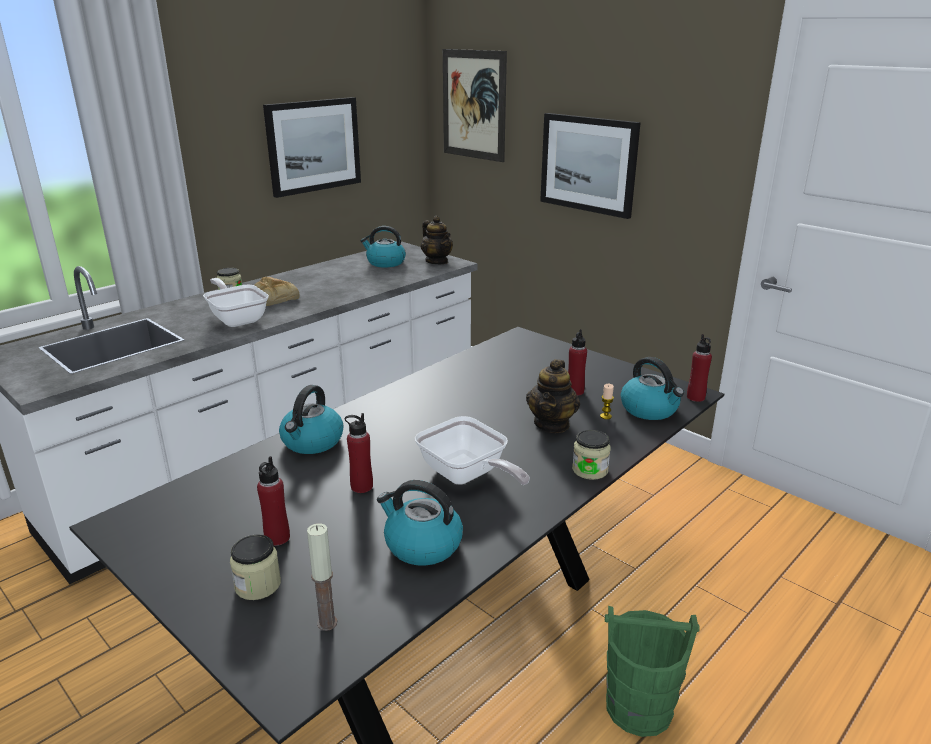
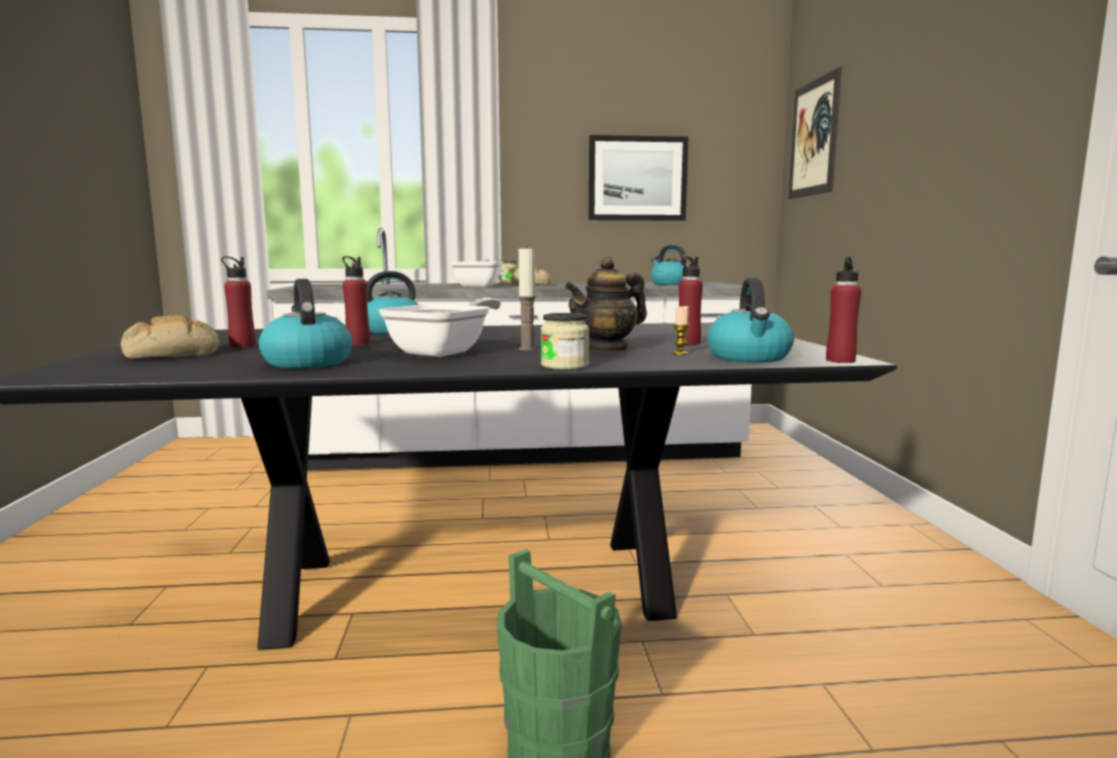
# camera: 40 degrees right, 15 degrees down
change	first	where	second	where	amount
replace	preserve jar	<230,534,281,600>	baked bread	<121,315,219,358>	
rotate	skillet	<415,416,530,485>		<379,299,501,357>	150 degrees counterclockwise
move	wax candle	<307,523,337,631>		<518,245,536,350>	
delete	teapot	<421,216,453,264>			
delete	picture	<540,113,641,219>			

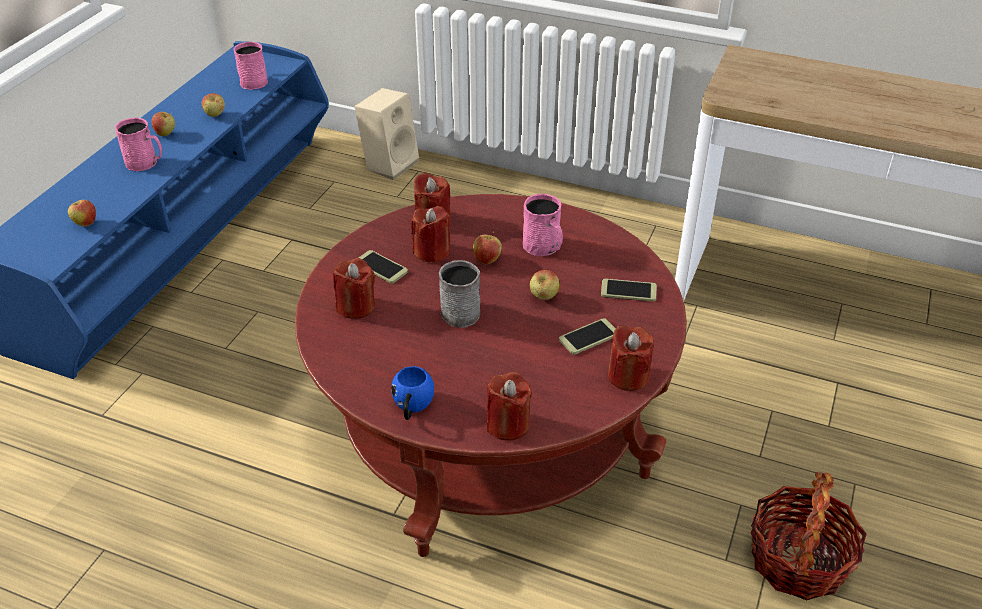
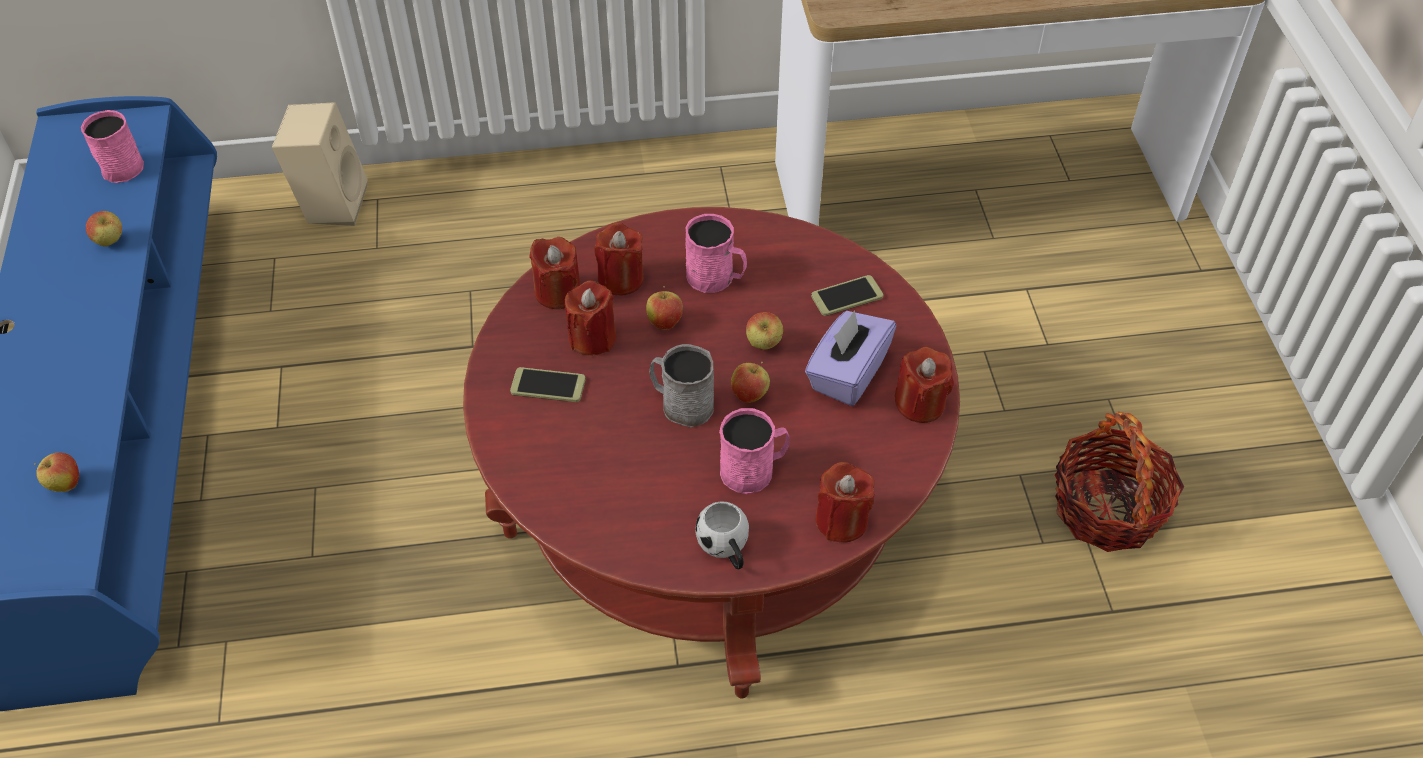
# camera: 30 degrees left, 10 degrees up
change	first	where	second	where	amount
move	reddish wax candle	<333,258,375,319>		<594,223,643,296>	
recolor	blue coffee mug	<391,366,434,420>	white coffee mug	<695,501,749,569>	
move	pink coffee mug	<115,118,162,171>		<719,408,790,494>	
move	whole apple	<152,112,175,136>		<731,362,770,403>	
replace	telephone	<559,318,616,355>	purple-coloured box of tissues	<805,310,896,406>	

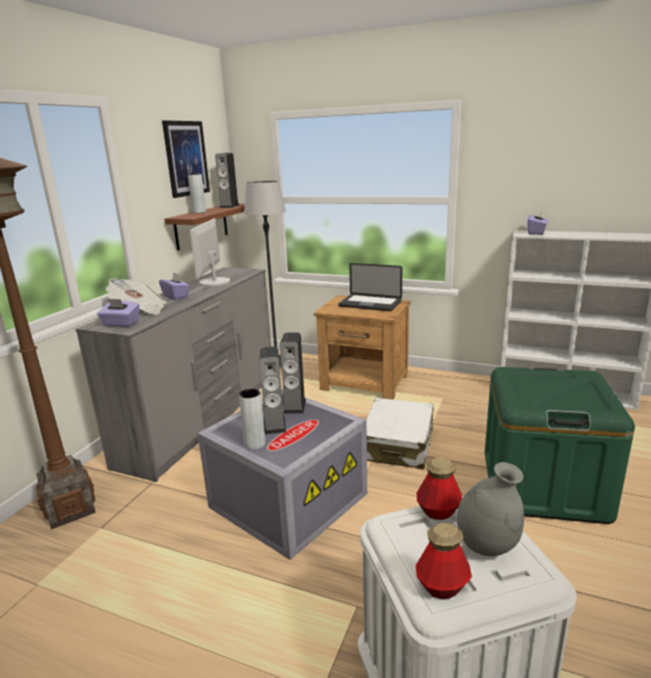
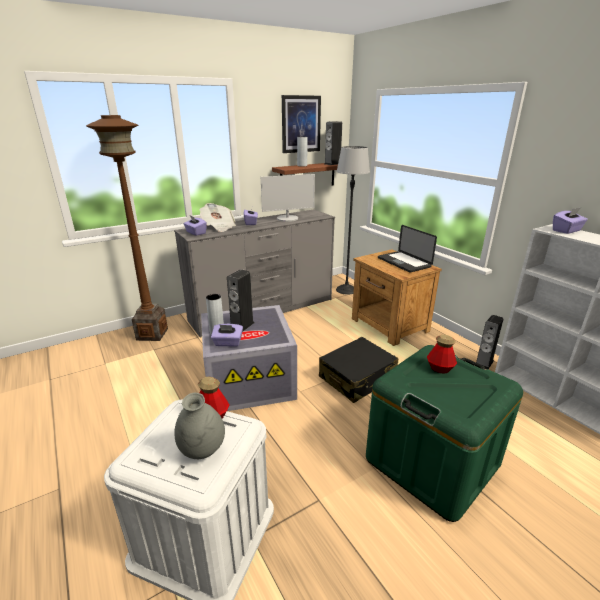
# camera: 35 degrees right, 5 degrees up
change	first	where	second	where	amount
insert			purple-coloured box of tissues	<211,324,243,347>	
rotate	computer screen	<190,218,230,286>		<261,174,315,222>	150 degrees counterclockwise
recolor	white travel case	<367,398,434,469>	blackish travel case	<319,337,399,403>	
move	bottle	<416,523,472,599>		<427,335,457,374>	
move	audio speaker	<280,332,306,414>		<476,315,504,369>	

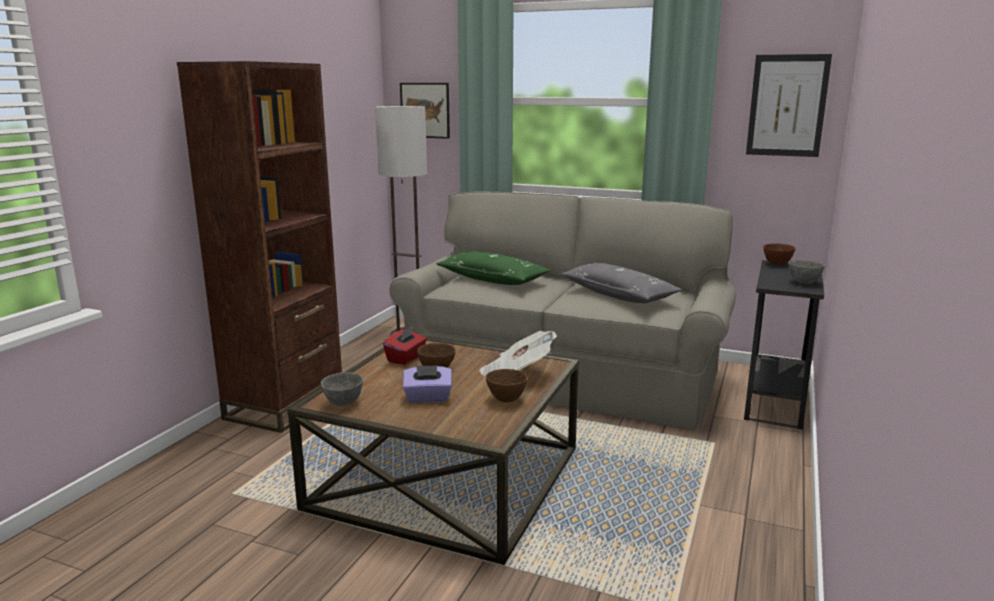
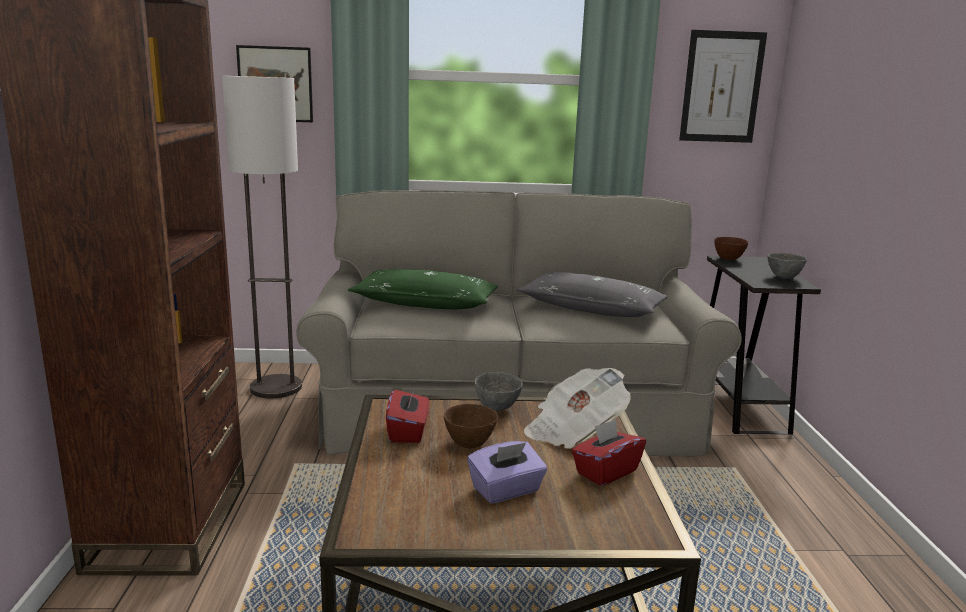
# camera: 25 degrees left, 0 degrees up
change	first	where	second	where	amount
move	gray bowl	<321,372,363,406>		<475,372,523,411>	
replace	brown bowl	<486,369,527,403>	reddish box of tissues	<572,419,646,486>	

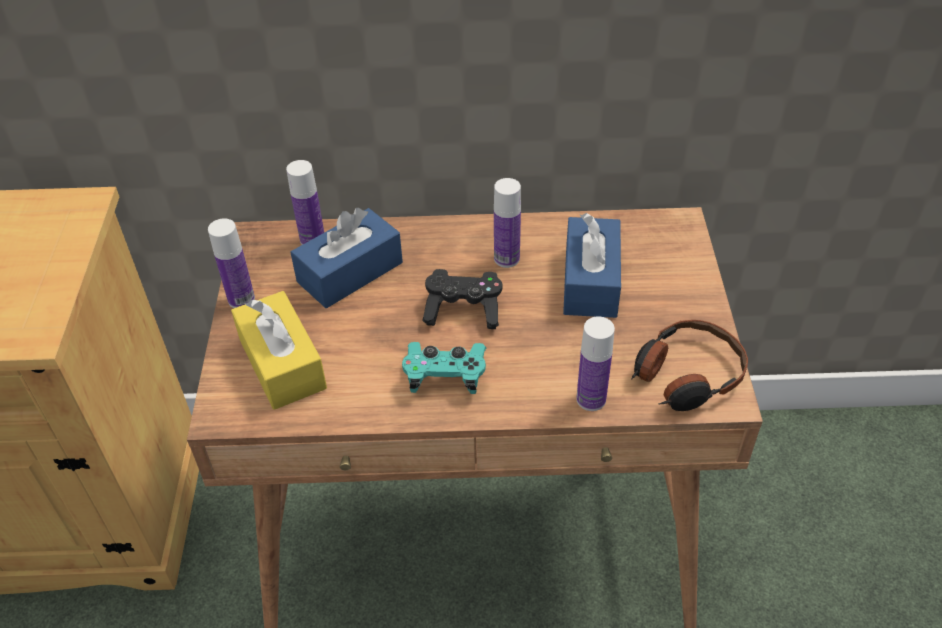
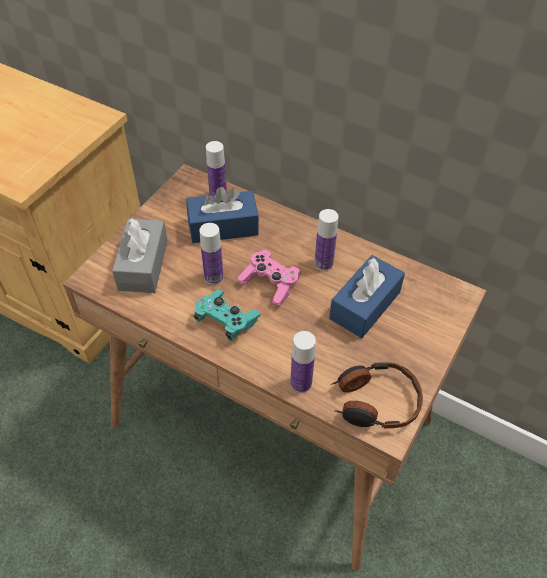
# camera: 30 degrees right, 5 degrees up
change	first	where	second	where	amount
recolor	yellowish box of tissues	<231,291,327,410>	gray box of tissues	<112,218,167,293>	
move	bottle	<208,218,255,308>		<199,223,224,285>	
recolor	blackish game controller	<422,269,502,329>	pink game controller	<237,250,301,307>	

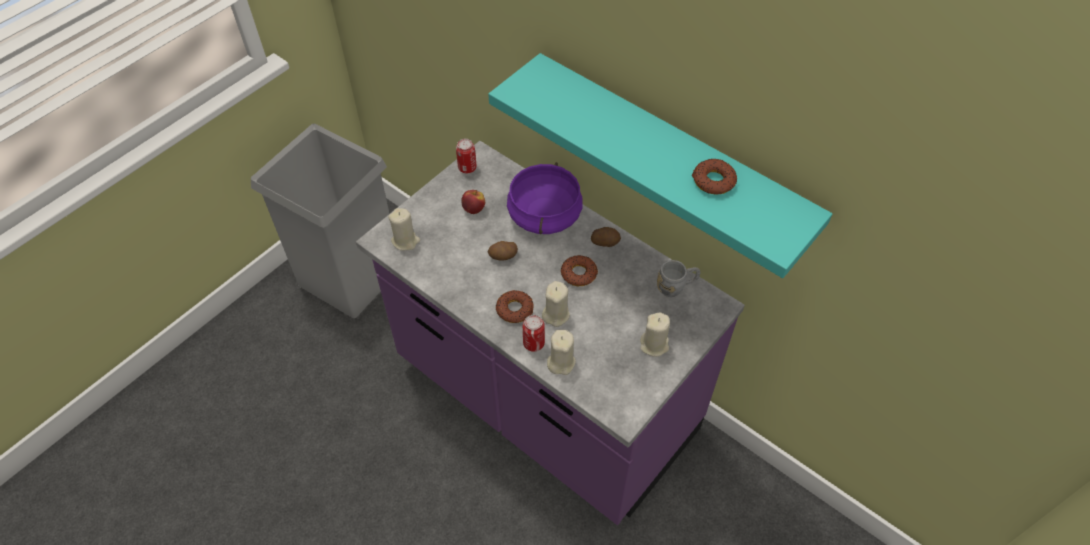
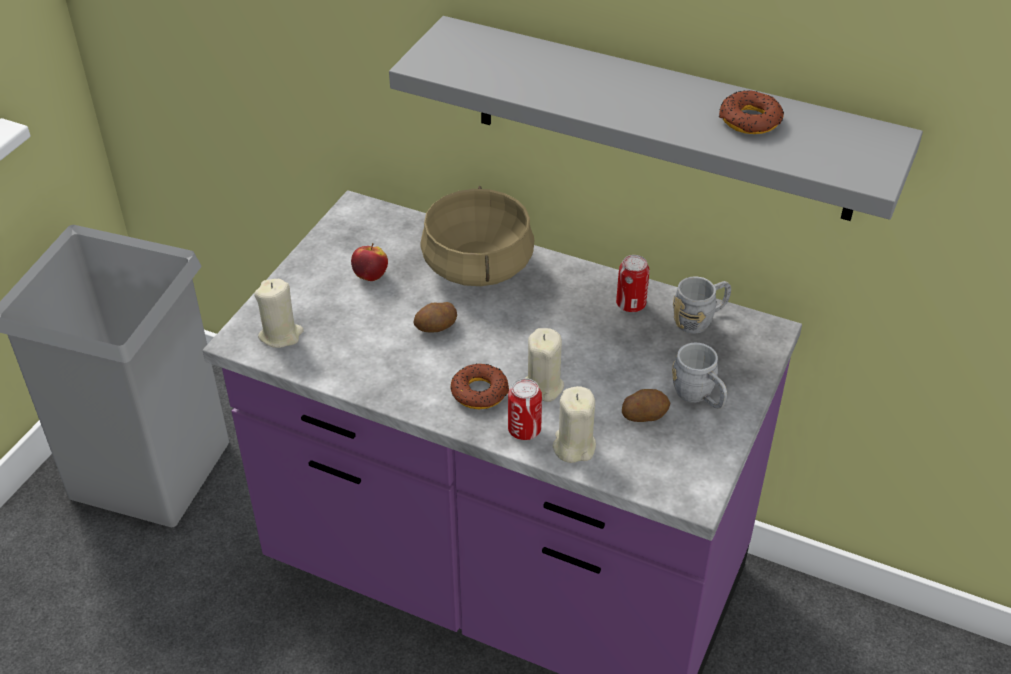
# camera: 15 degrees left, 10 degrees down
change	first	where	second	where	amount
recolor	turquoise-coloured shelf	<488,53,832,278>	gray shelf	<389,16,923,221>	
recolor	purple-coloured saucepot	<507,162,583,234>	beige saucepot	<420,186,534,286>	
move	metal can	<456,139,477,173>		<616,255,650,312>	
move	potato	<591,227,621,247>		<622,389,671,422>	
replace	beige wax candle	<640,313,670,357>	gray coffee mug	<672,343,727,409>	
delete	donut	<561,255,598,286>			

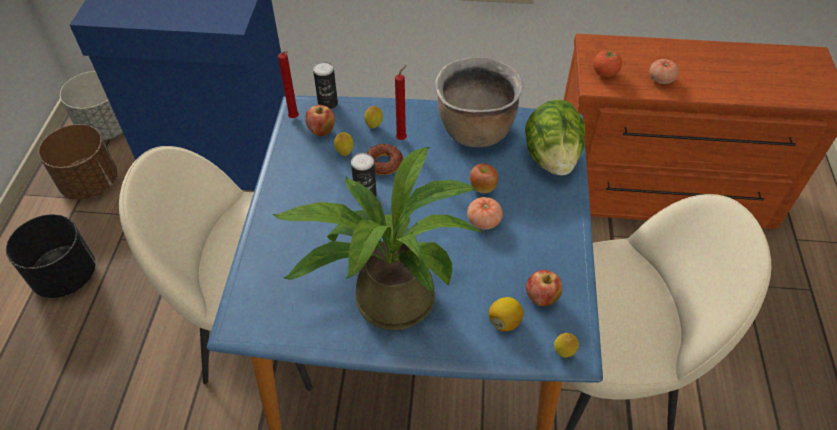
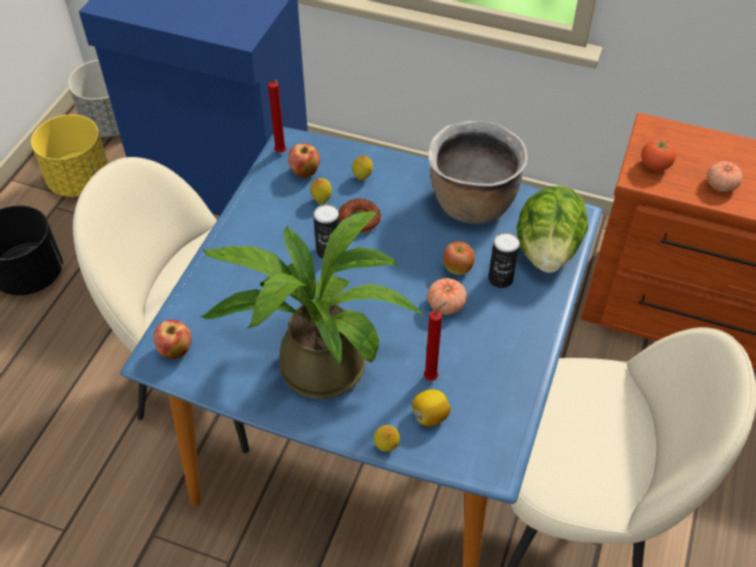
# camera: 15 degrees right, 0 degrees up
change	first	where	second	where	amount
recolor	brown plant pot	<38,124,117,199>	yellowish plant pot	<31,115,109,197>	
move	whole apple	<526,270,562,306>		<153,320,192,359>	
move	lemon	<554,333,579,358>		<374,425,400,452>	
move	reddish wax candle	<395,65,407,140>		<424,302,447,381>	
move	metal can	<313,62,338,109>		<488,232,520,288>	

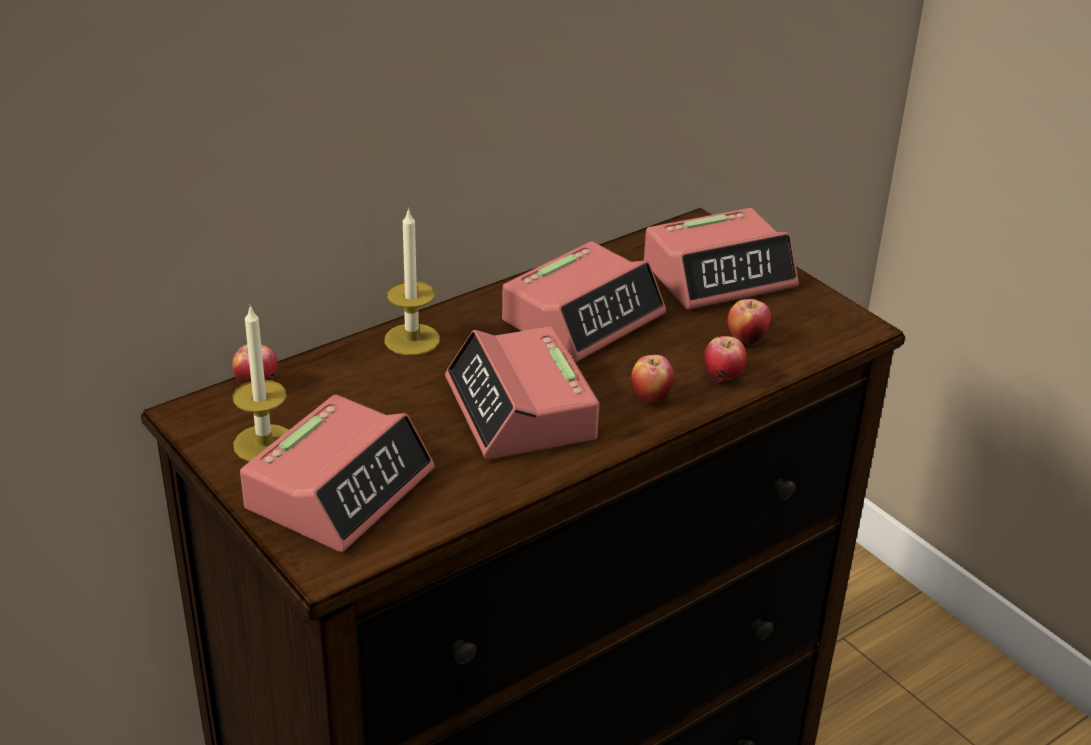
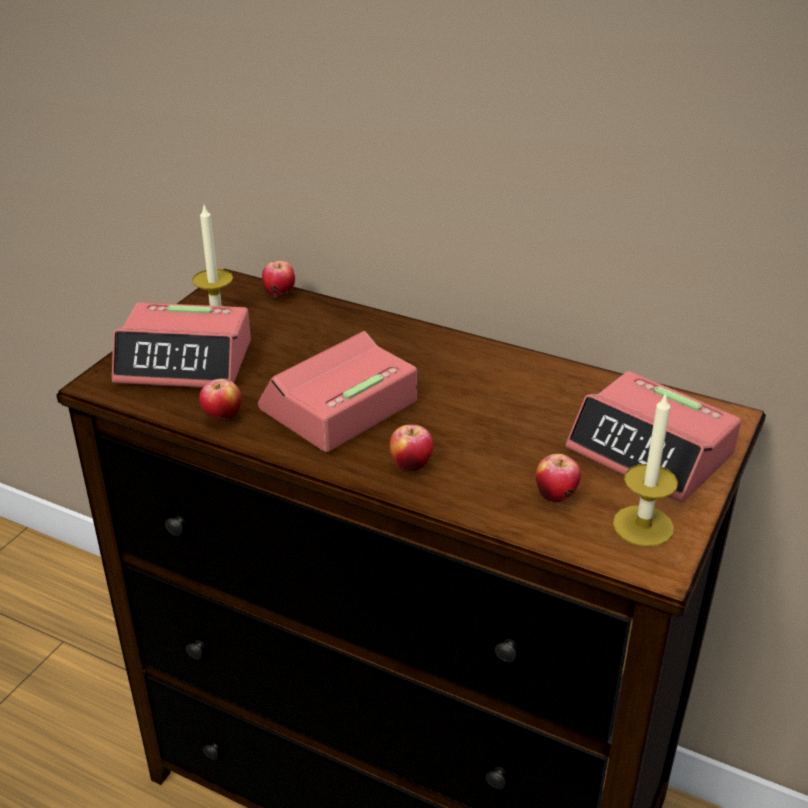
# camera: 65 degrees right, 0 degrees up
change	first	where	second	where	amount
move	whole apple	<704,336,747,382>		<199,379,242,420>	
move	wax candle	<385,208,440,355>		<613,392,678,547>	
delete	table clock	<502,241,666,362>			

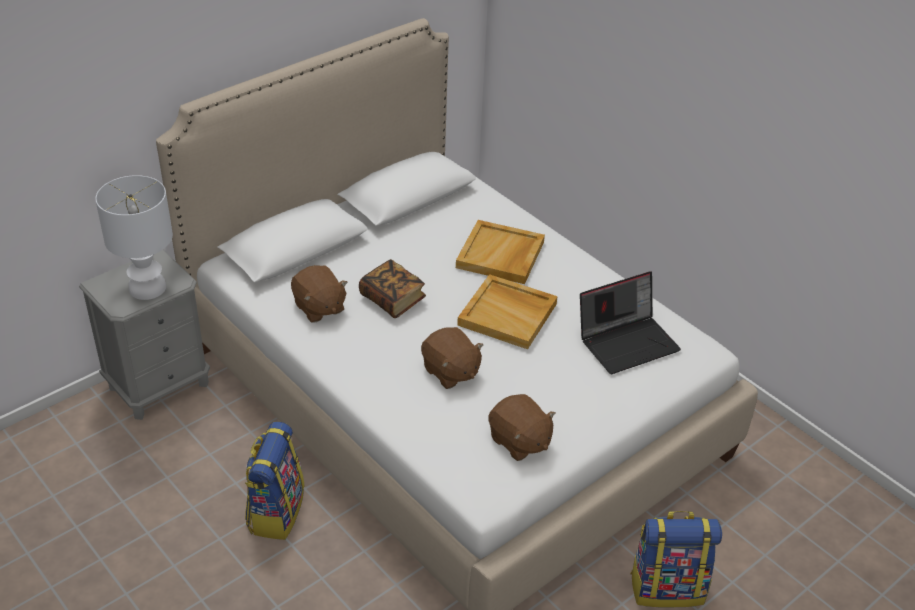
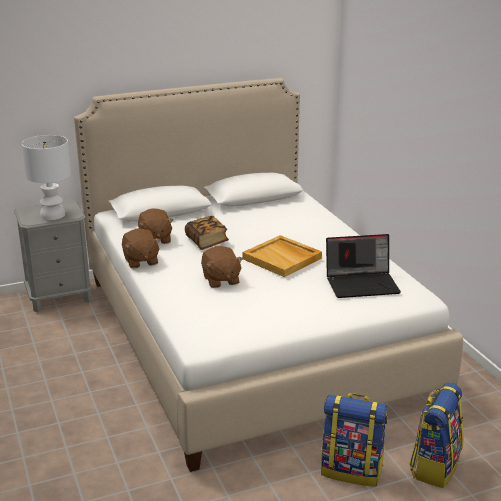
# camera: 20 degrees right, 15 degrees down
change	first	where	second	where	amount
move	brown soft toy	<488,394,556,461>		<122,229,161,268>	
move	knapsack	<245,422,304,540>		<409,383,464,488>	
delete	beige carrying tray	<456,220,545,284>			

